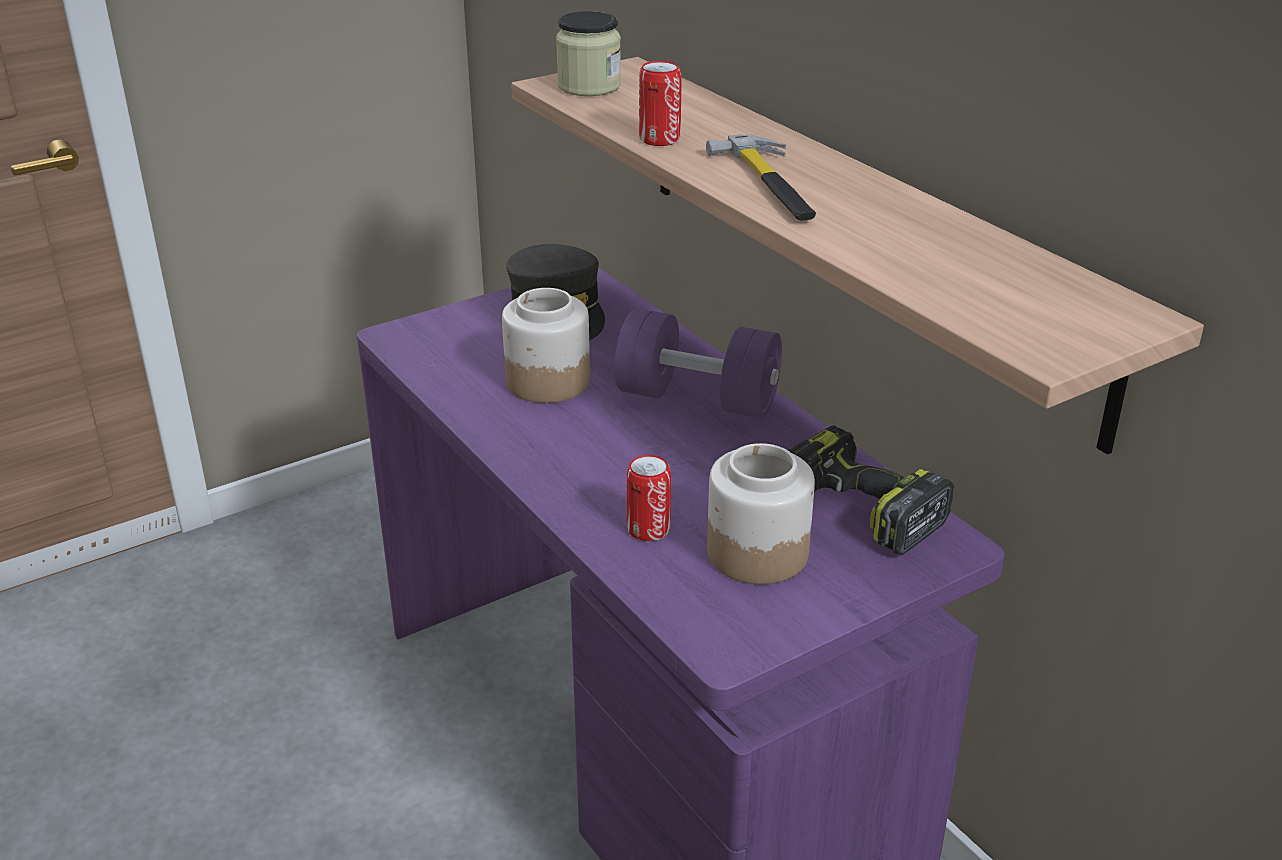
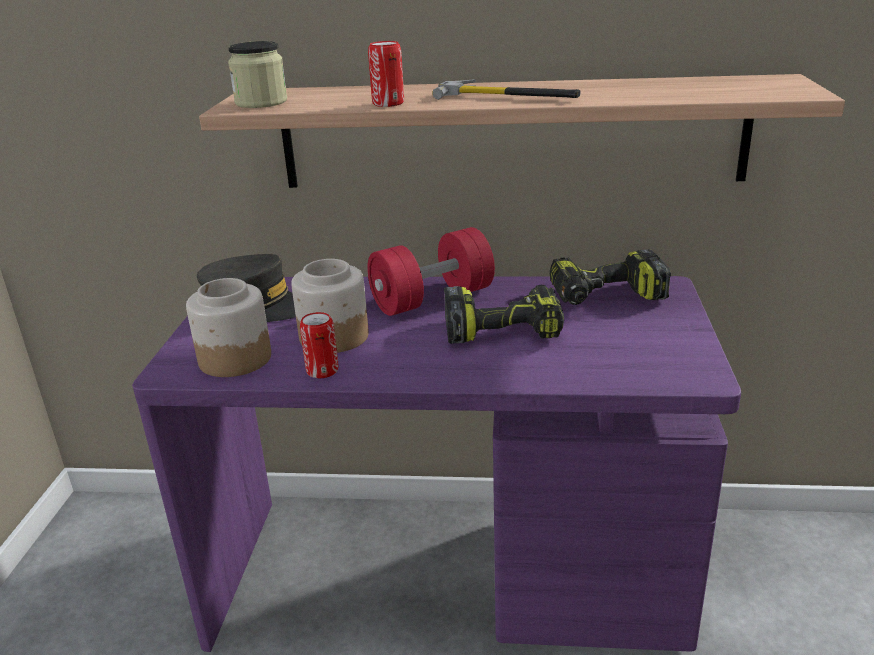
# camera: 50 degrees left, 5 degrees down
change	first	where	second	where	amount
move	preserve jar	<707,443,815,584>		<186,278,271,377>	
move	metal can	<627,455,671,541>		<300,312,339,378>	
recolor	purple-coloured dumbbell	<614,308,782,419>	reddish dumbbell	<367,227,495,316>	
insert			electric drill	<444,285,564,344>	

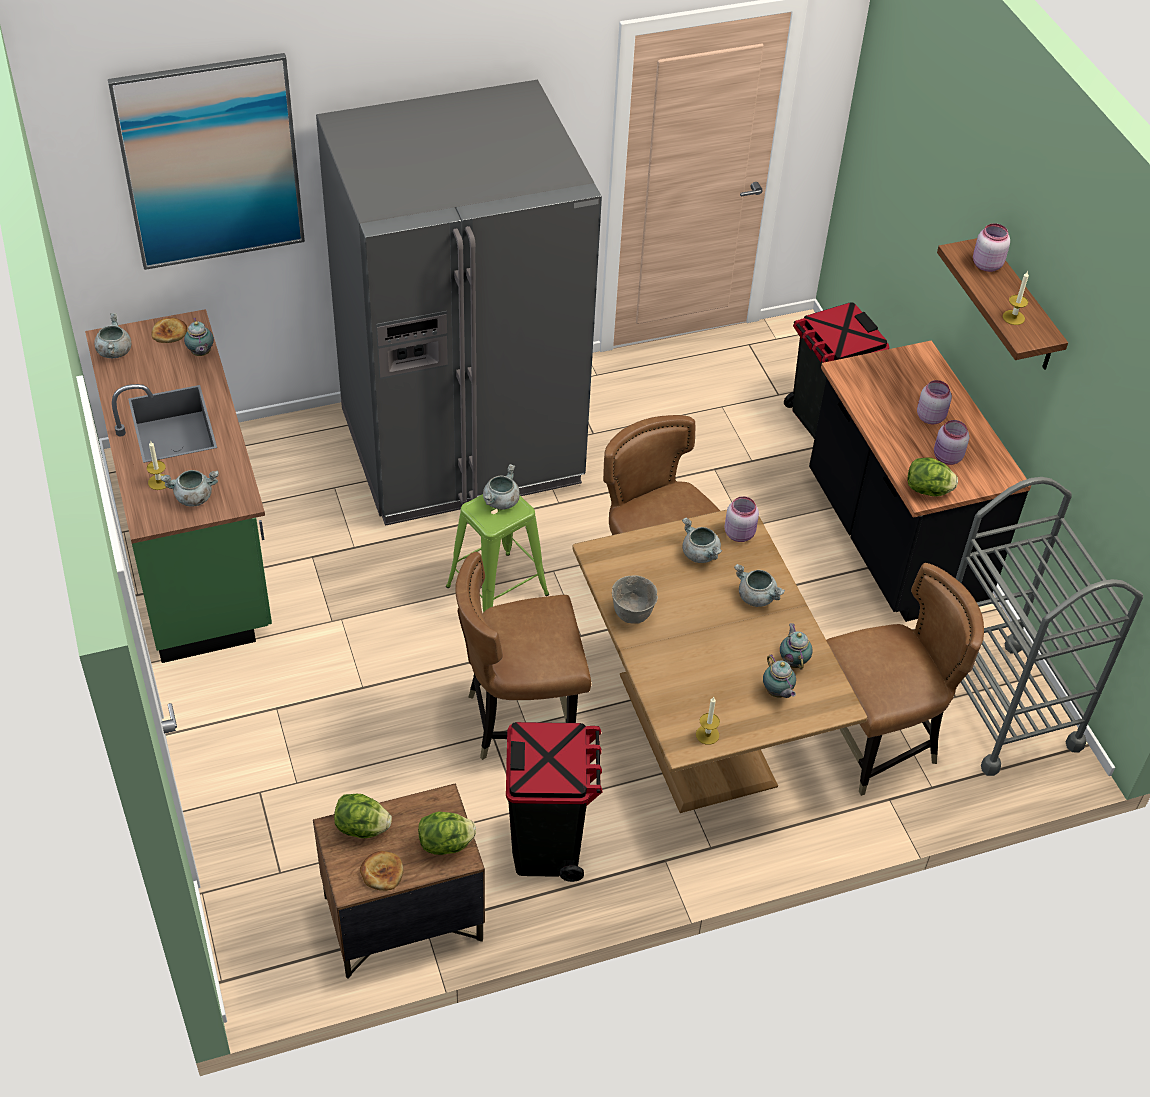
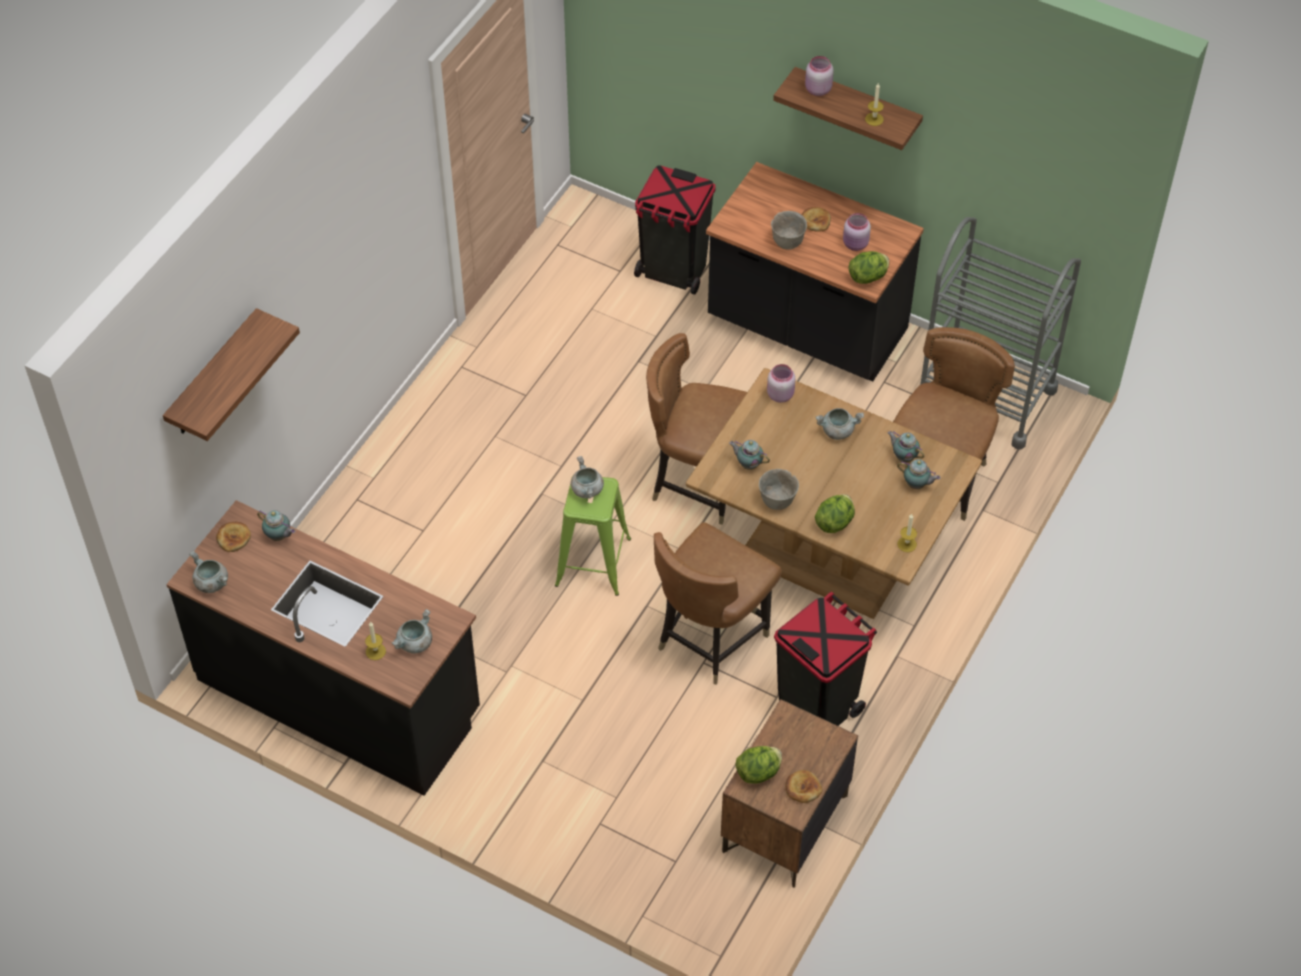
# camera: 40 degrees left, 5 degrees up
change	first	where	second	where	amount
replace	picture	<108,53,305,270>	shelf	<163,308,300,441>	
recolor	greenish kitchen base unit	<85,309,272,663>	blackish kitchen base unit	<166,500,480,796>	
insert			teapot	<729,440,770,470>	
insert			gray bowl	<771,211,807,250>	
replace	pink preserve jar	<917,380,952,424>	baked bread	<801,207,831,232>	
move	lettuce	<418,811,476,855>		<815,494,855,533>	
delete	gray kitchen fridge	<316,80,602,526>			
delete	gray saucepot	<682,518,722,563>			

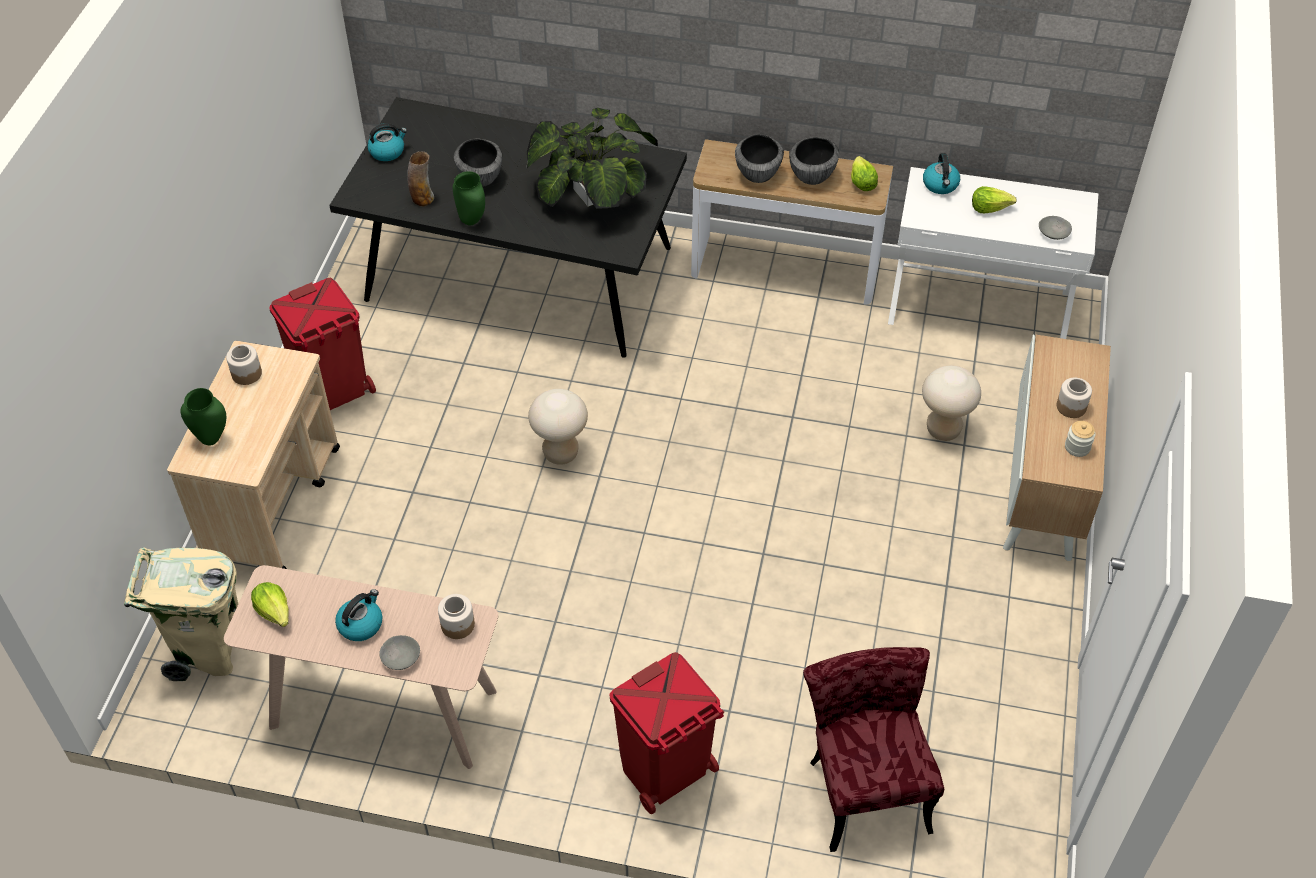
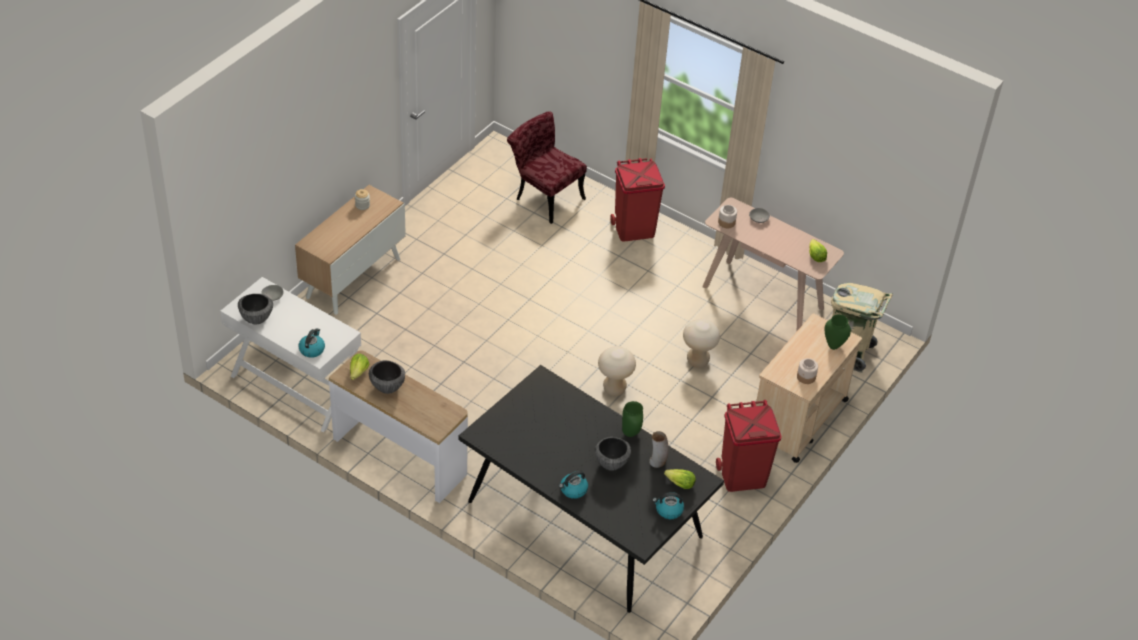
# camera: 160 degrees left, 5 degrees down
change	first	where	second	where	amount
move	bowl	<735,134,784,183>		<238,294,273,324>	
rotate	reddish plain chair	<803,647,944,852>		<507,111,587,224>	120 degrees clockwise
move	kettle	<335,589,382,641>		<559,471,588,499>	
move	lettuce	<972,186,1017,213>		<664,469,696,489>	
move	beige stool seat	<922,366,981,441>		<683,319,720,368>	
delete	houseplant	<526,108,658,209>			
delete	preserve jar	<1057,378,1092,418>			

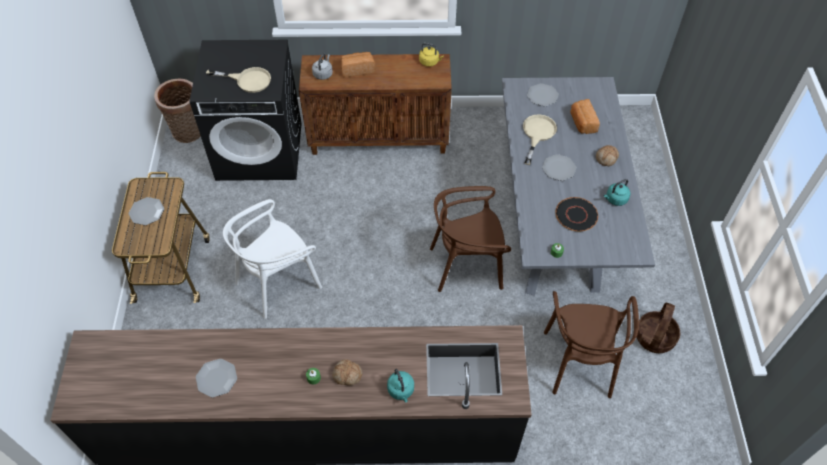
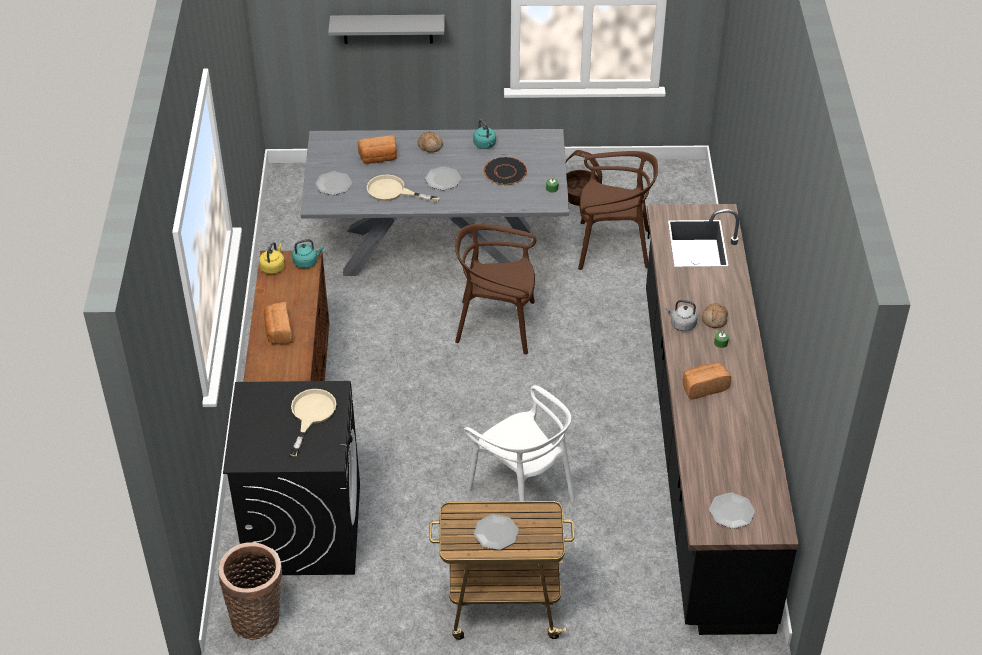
# camera: 90 degrees left, 10 degrees down
change	first	where	second	where	amount
move	turquoise-coloured kettle	<387,369,414,402>		<292,239,324,268>	
insert			gray shelf	<328,15,445,44>	
rotate	brown plain chair	<430,186,511,292>		<455,224,536,354>	105 degrees clockwise
move	gray kettle	<312,53,333,80>		<665,300,698,331>	
insert			baked bread	<682,362,731,400>	
move	plate	<196,359,237,397>		<709,493,755,529>	

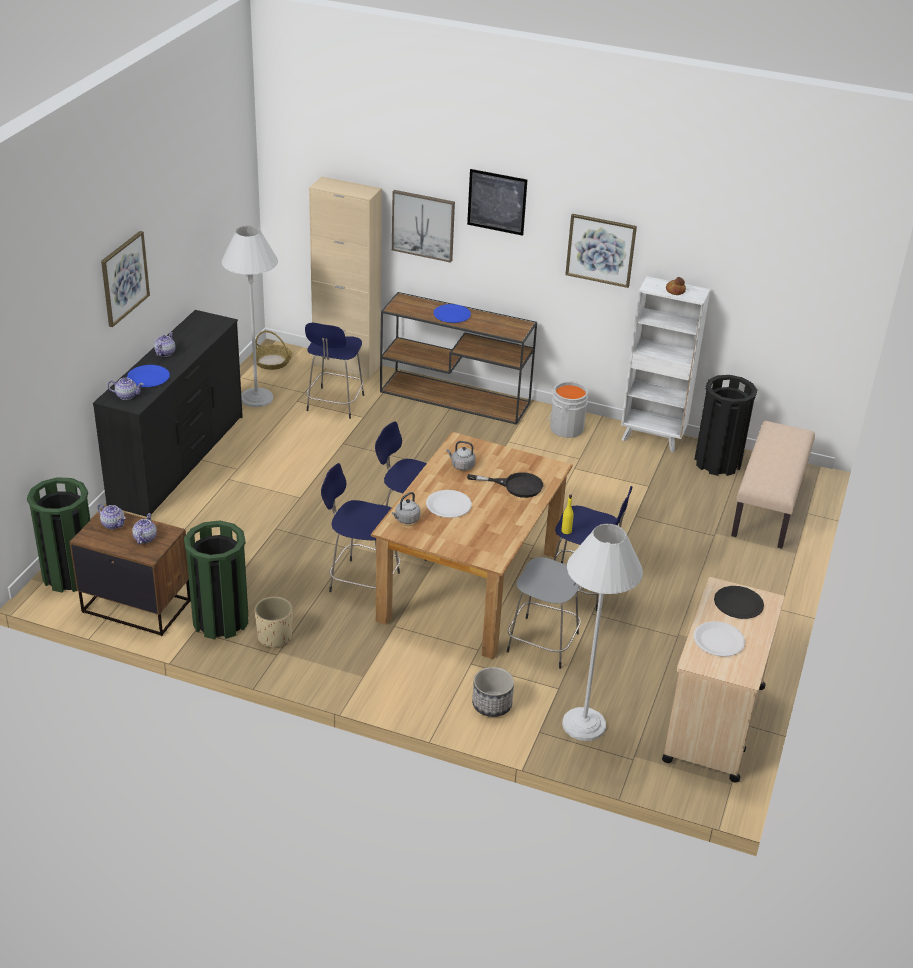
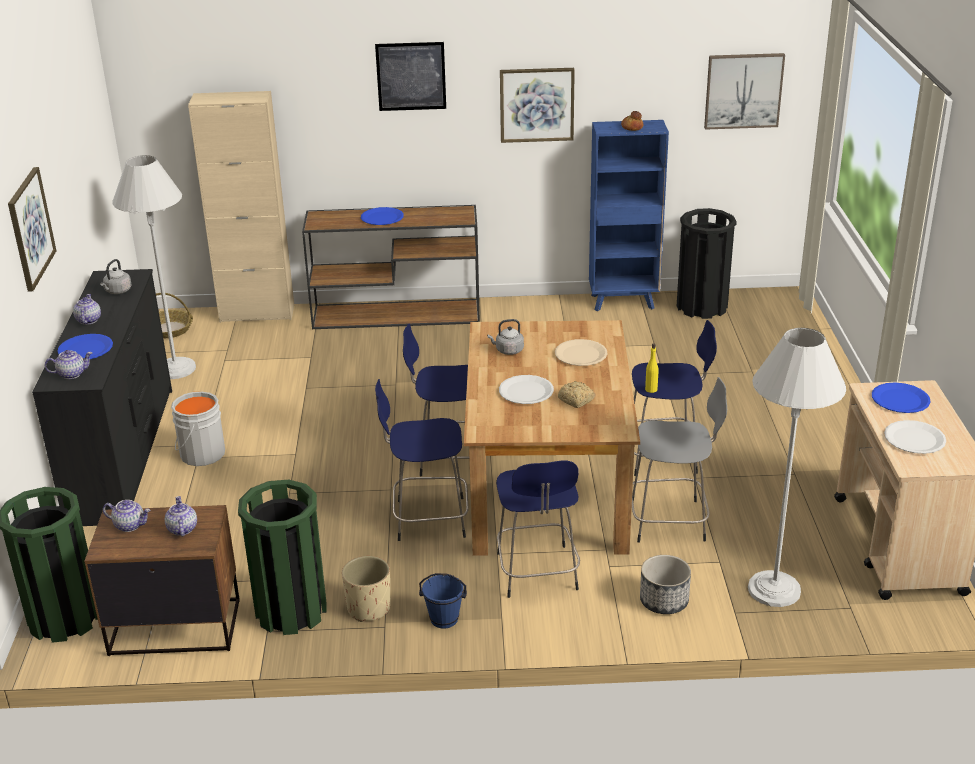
# camera: 20 degrees left, 5 degrees down
change	first	where	second	where	amount
move	gray kettle	<392,492,420,524>		<100,259,132,294>	
move	gray bucket	<548,381,589,438>		<171,391,225,466>	
insert			blue bucket	<419,573,467,629>	
move	blue stool seat	<305,323,364,419>		<496,461,580,598>	
replace	blackish skillet	<467,472,543,498>	beige plate	<555,339,608,366>	
insert			baked bread	<558,381,596,408>	
recolor	white bookshelf	<621,276,710,452>	blue bookshelf	<589,120,669,311>	
move	picture	<392,190,455,263>		<704,53,785,130>	
recolor	blackish plate	<714,586,764,619>	blue plate	<872,383,930,413>	
delete	beige indoor bench	<731,421,815,549>			

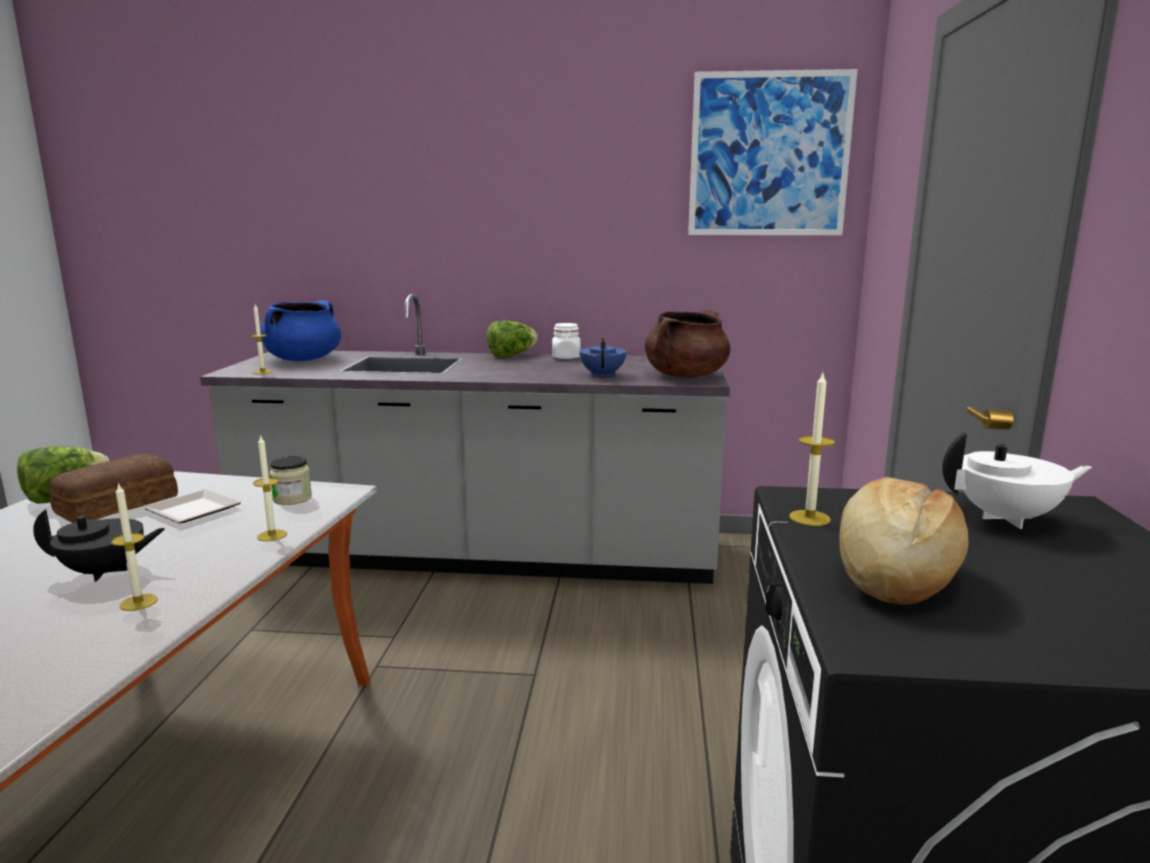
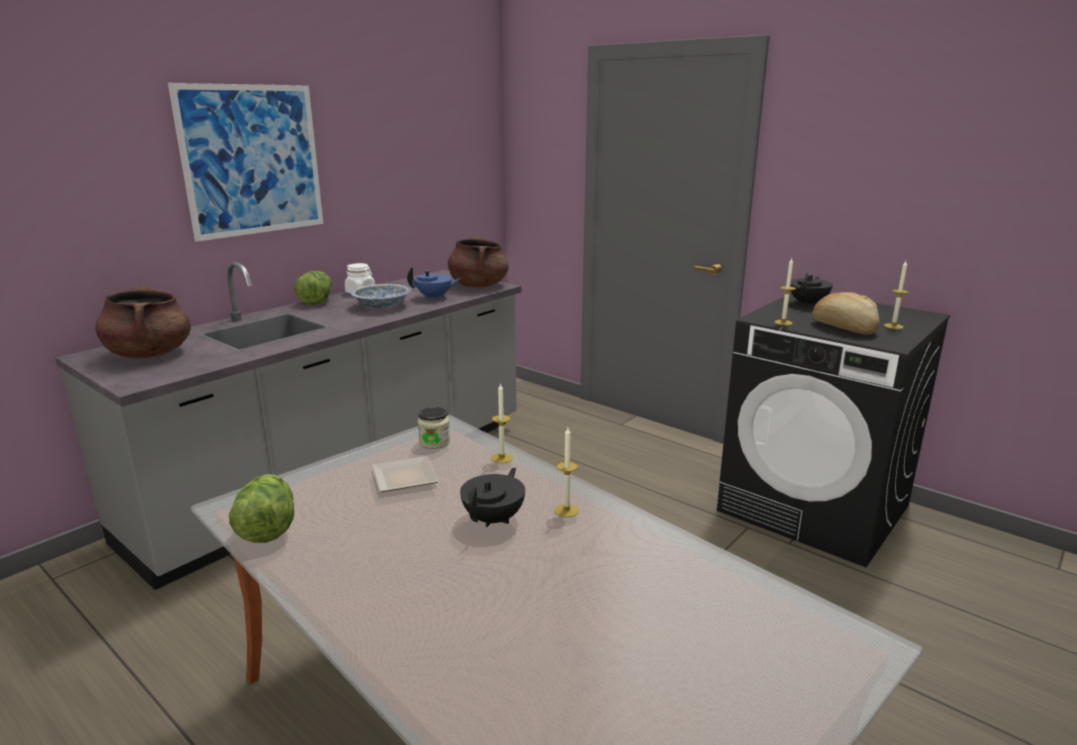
# camera: 55 degrees left, 5 degrees up
change	first	where	second	where	amount
recolor	blue saucepot	<260,300,341,361>	brown saucepot	<95,286,191,358>	
move	picture	<688,69,858,235>		<168,83,323,242>	
insert			bowl	<351,284,411,308>	
rotate	blue teapot	<579,338,627,378>		<407,267,462,299>	135 degrees clockwise
recolor	white teapot	<942,433,1092,529>	blackish teapot	<790,273,833,306>	
move	wax candle	<250,305,273,374>		<884,261,909,329>	
delete	baked bread	<49,453,178,523>			

